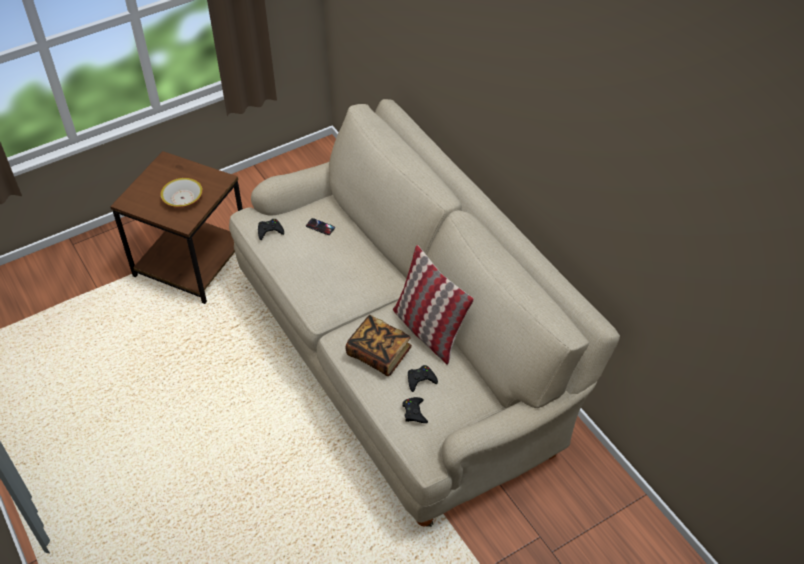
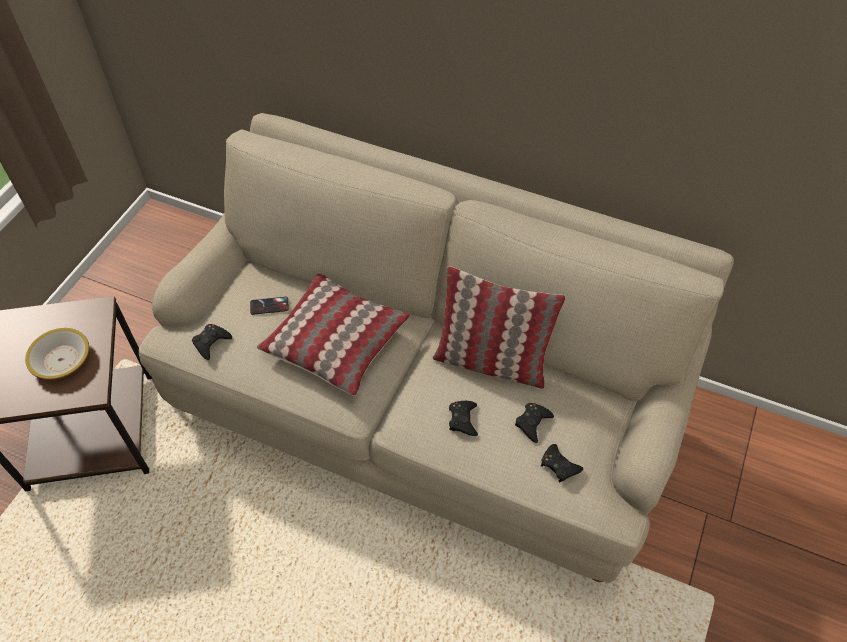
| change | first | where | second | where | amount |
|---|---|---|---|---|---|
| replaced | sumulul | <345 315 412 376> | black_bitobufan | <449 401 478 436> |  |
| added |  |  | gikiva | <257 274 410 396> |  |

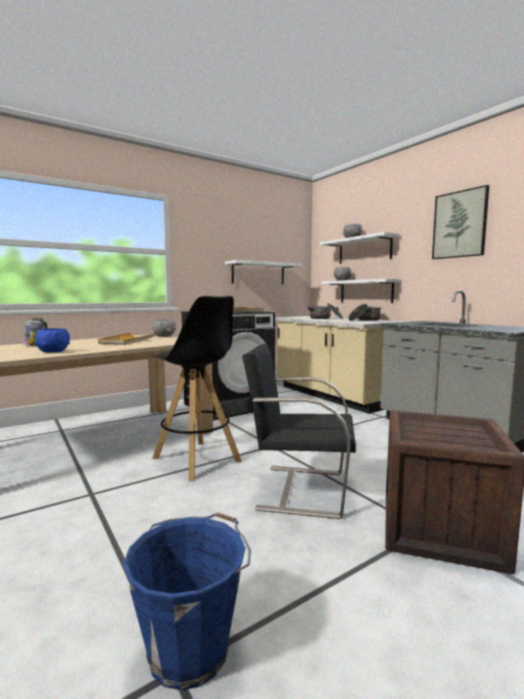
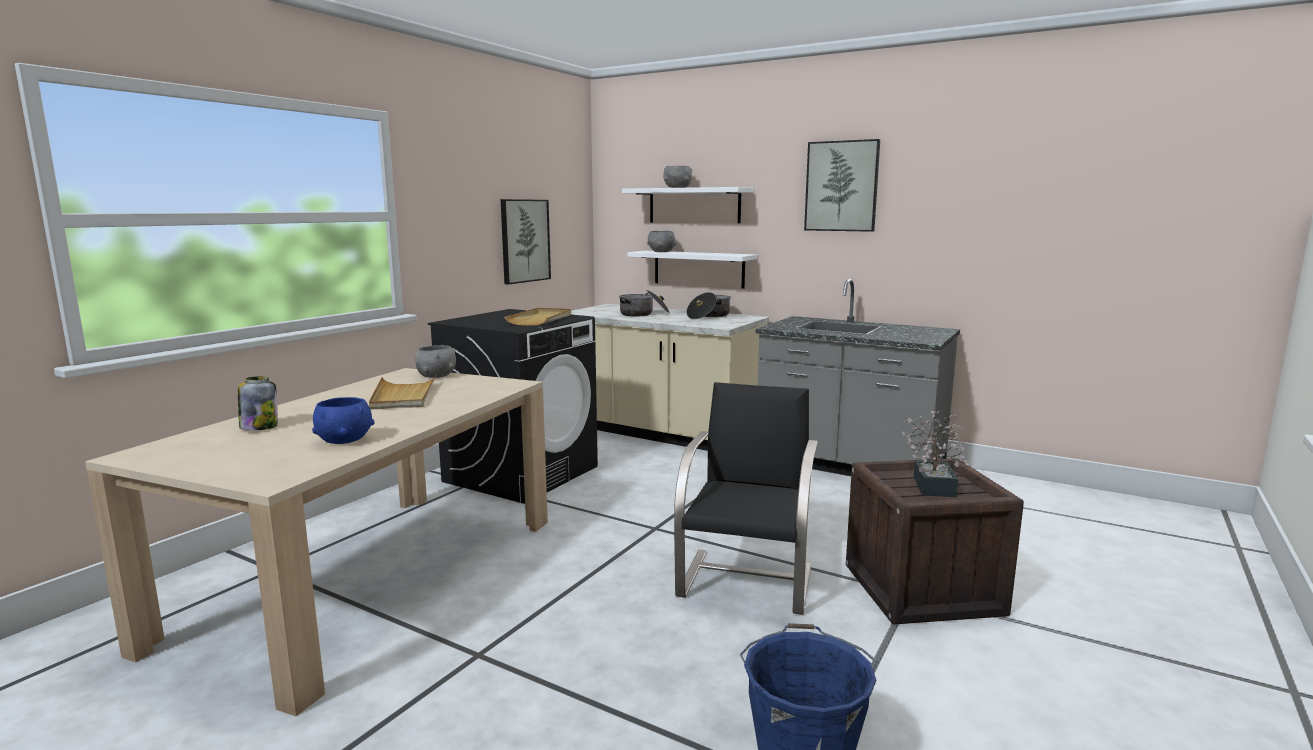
| change | first | where | second | where | amount |
|---|---|---|---|---|---|
| replaced | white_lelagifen | <225 260 302 285> | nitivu | <501 199 551 285> |  |
| removed | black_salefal | <152 296 242 481> |  |  |  |
| turned | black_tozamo | <242 344 356 519> |  | <674 382 818 615> | 120 degrees clockwise |
| added |  |  | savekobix | <902 411 969 497> |  |

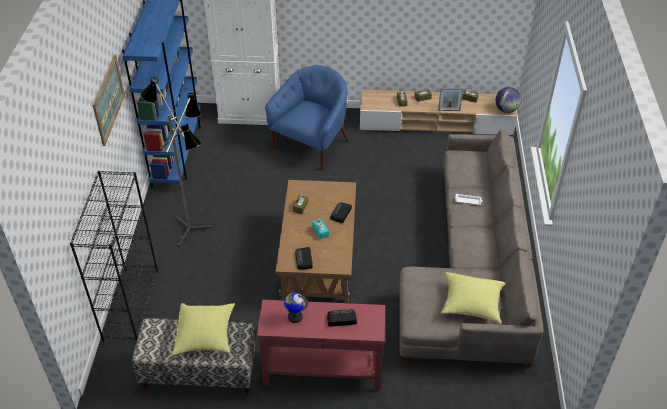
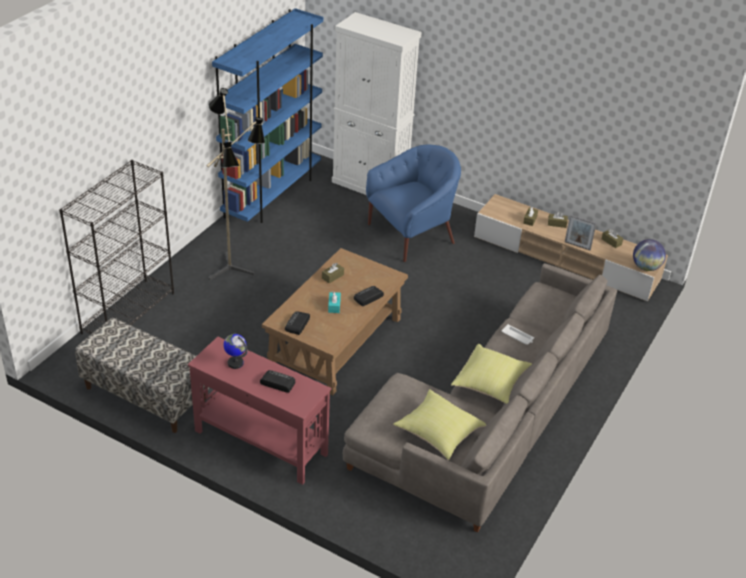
| change | first | where | second | where | amount |
|---|---|---|---|---|---|
| removed | nitivu | <92 55 125 146> |  |  |  |
| moved | yellow_gikiva | <172 303 235 355> |  | <451 344 532 404> |  |

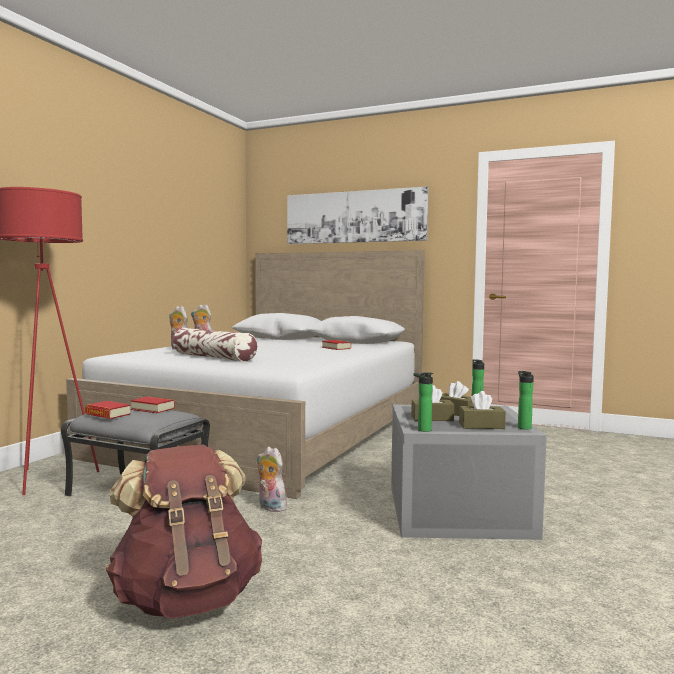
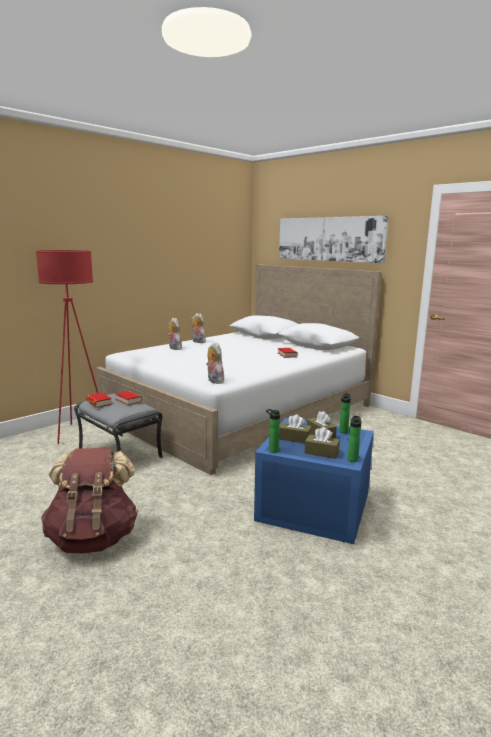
| change | first | where | second | where | amount |
|---|---|---|---|---|---|
| removed | gikiva | <173 328 257 362> |  |  |  |
| recoloured | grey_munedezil | <391 404 547 540> | blue_munedezil | <254 418 374 544> |  |
| moved | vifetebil | <257 447 287 512> |  | <206 342 224 384> |  |

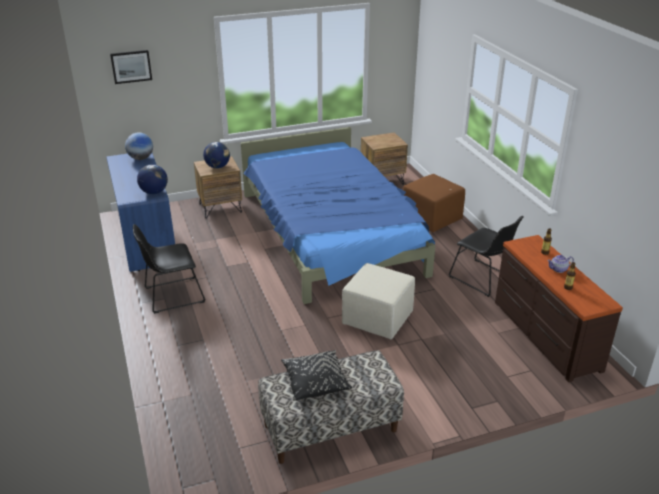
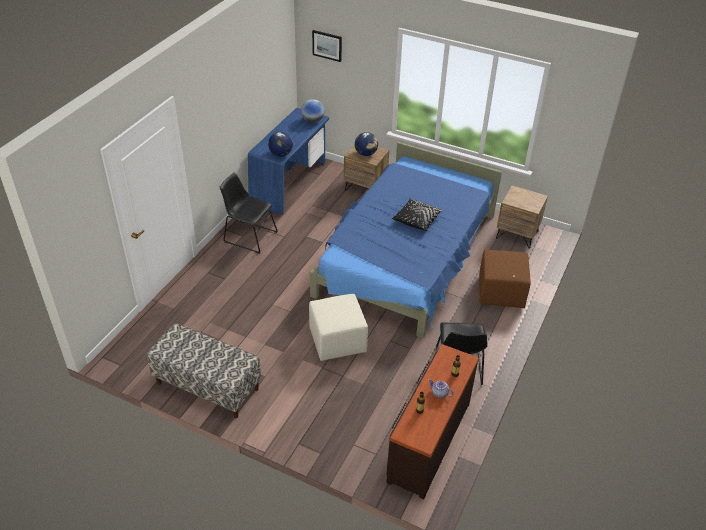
| change | first | where | second | where | amount |
|---|---|---|---|---|---|
| moved | black_gikiva | <281 350 352 400> |  | <392 198 443 231> |  |

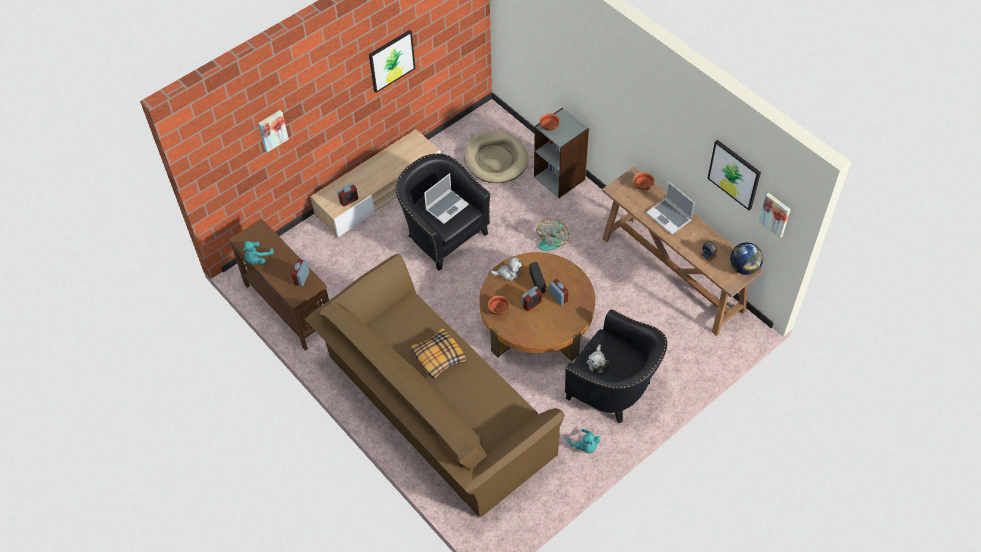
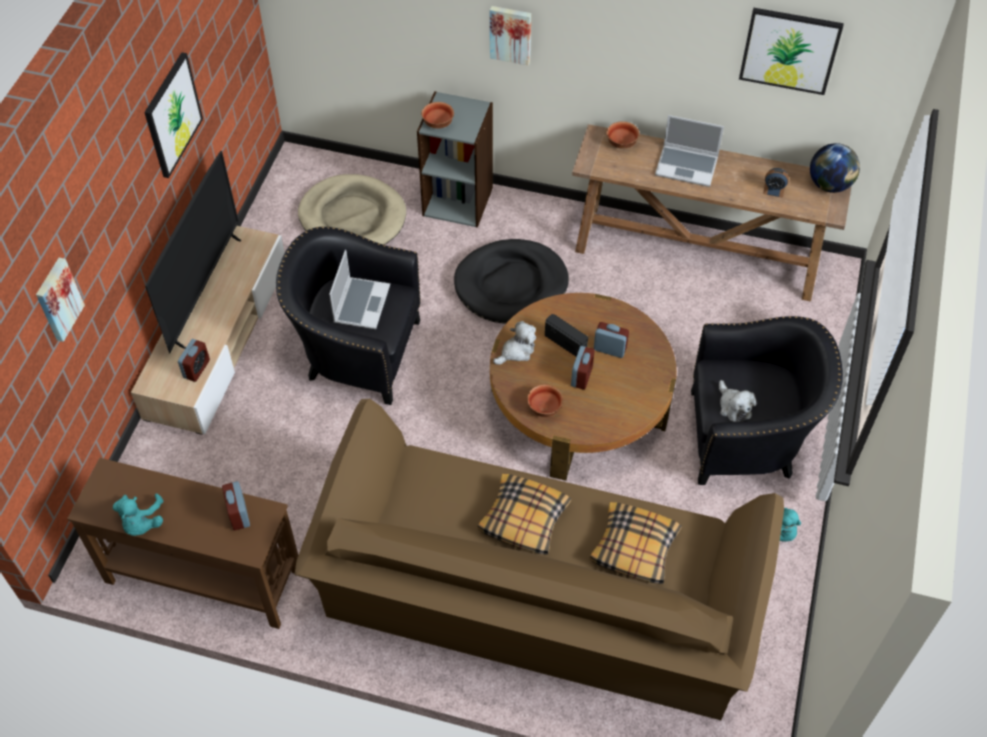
| change | first | where | second | where | amount |
|---|---|---|---|---|---|
| moved | nitivu | <759 193 791 238> |  | <490 6 531 66> |  |
| replaced | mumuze | <536 218 569 251> | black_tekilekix | <454 239 569 323> |  |
| added |  |  | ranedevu | <145 151 241 353> |  |
| added |  |  | gikiva | <589 502 682 584> |  |

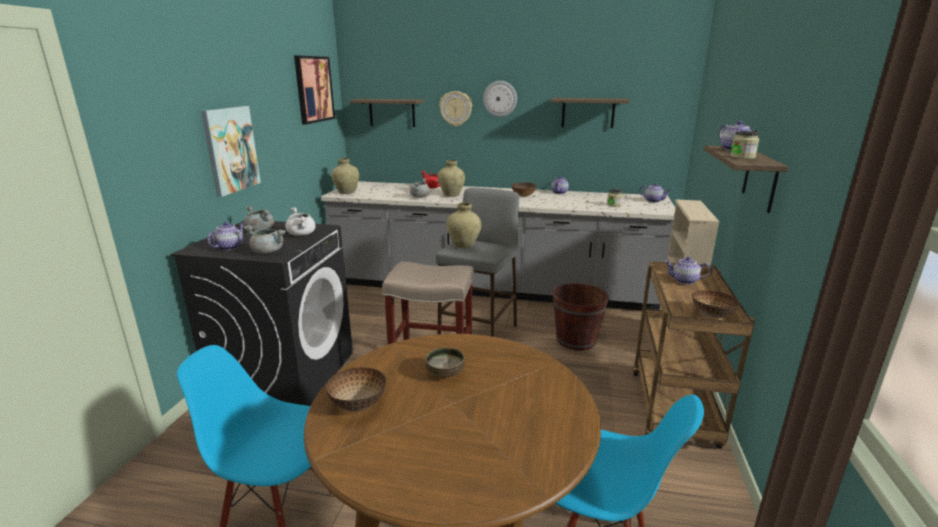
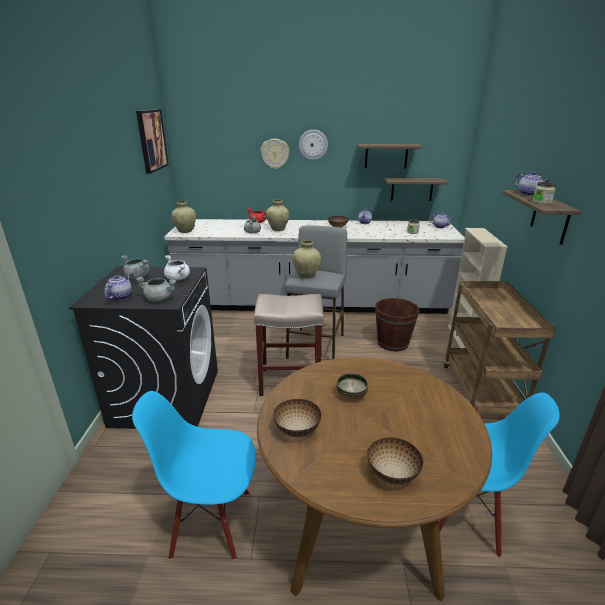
| change | first | where | second | where | amount |
|---|---|---|---|---|---|
| moved | lelagifen | <350 99 424 127> |  | <384 178 448 201> |  |
| removed | nitivu | <201 106 261 197> |  |  |  |
| removed | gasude | <664 257 711 285> |  |  |  |
| moved | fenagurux | <692 290 740 318> |  | <367 437 424 485> |  |

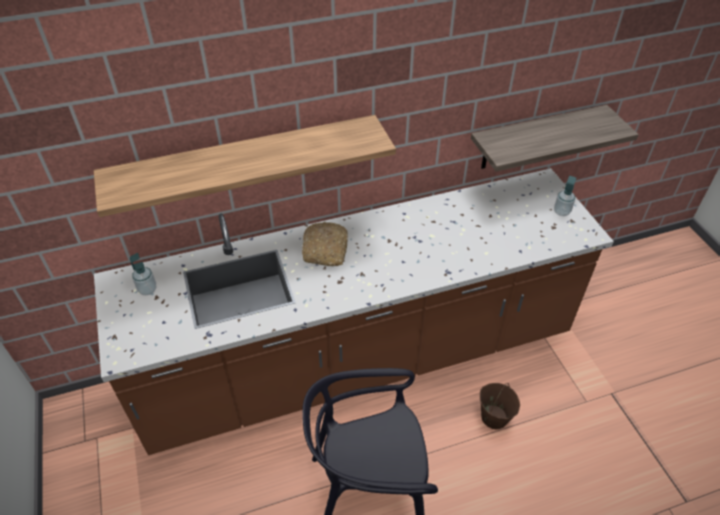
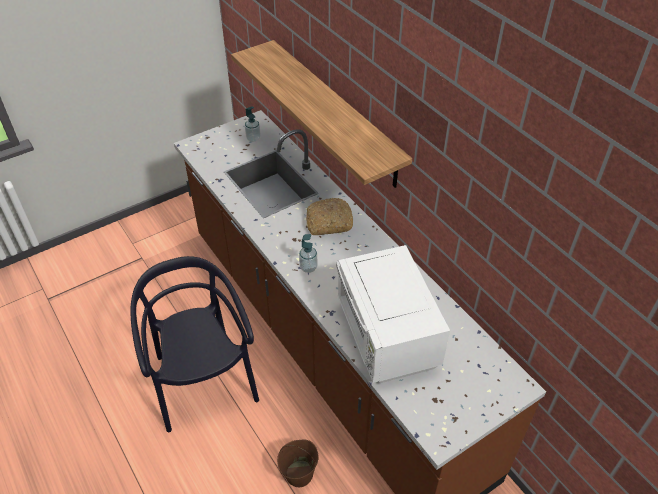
| change | first | where | second | where | amount |
|---|---|---|---|---|---|
| removed | lelagifen | <471 105 639 172> |  |  |  |
| moved | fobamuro | <554 176 577 216> |  | <299 234 317 273> |  |
| added |  |  | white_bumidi | <336 245 450 383> |  |

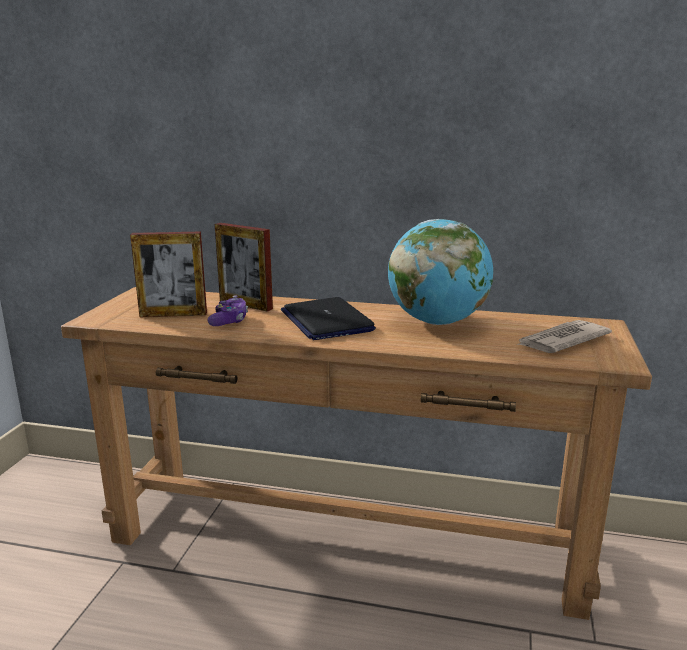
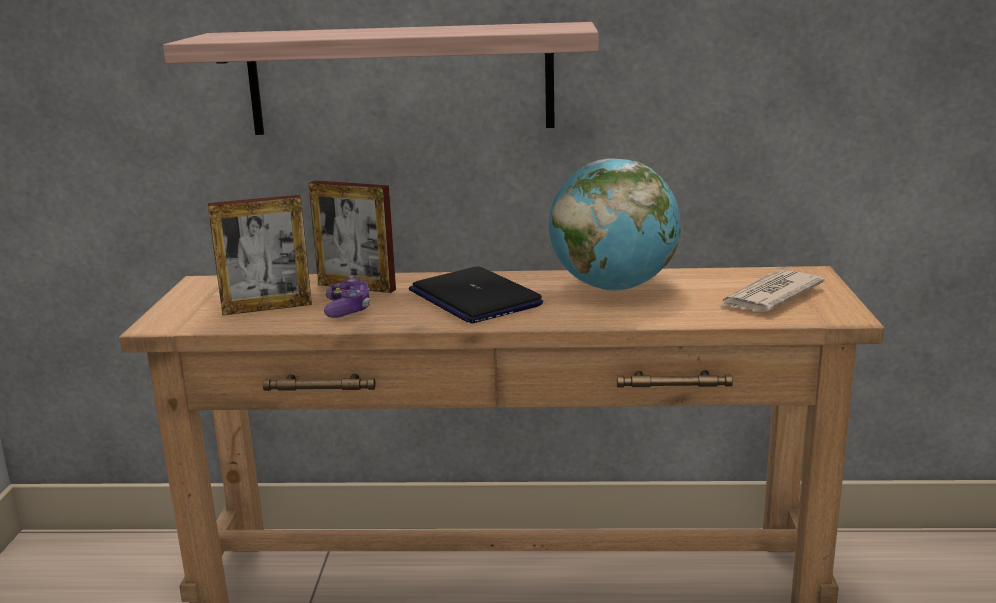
| change | first | where | second | where | amount |
|---|---|---|---|---|---|
| added |  |  | lelagifen | <163 22 599 135> |  |

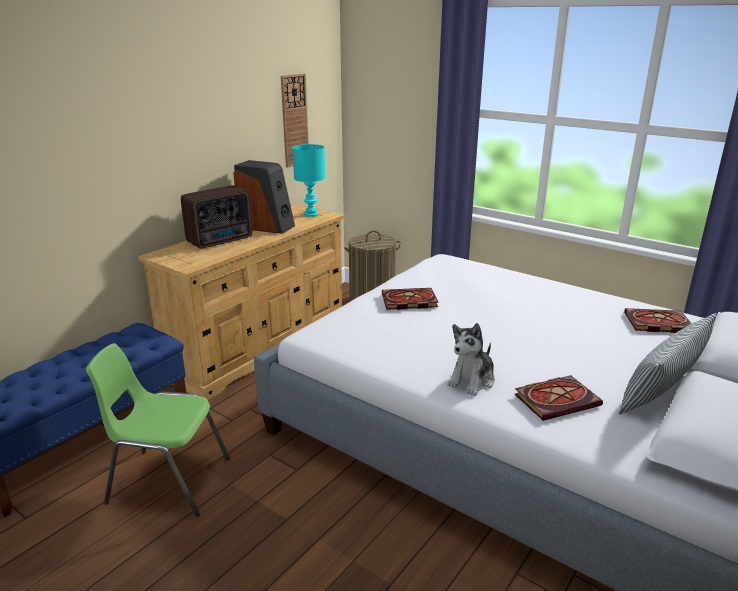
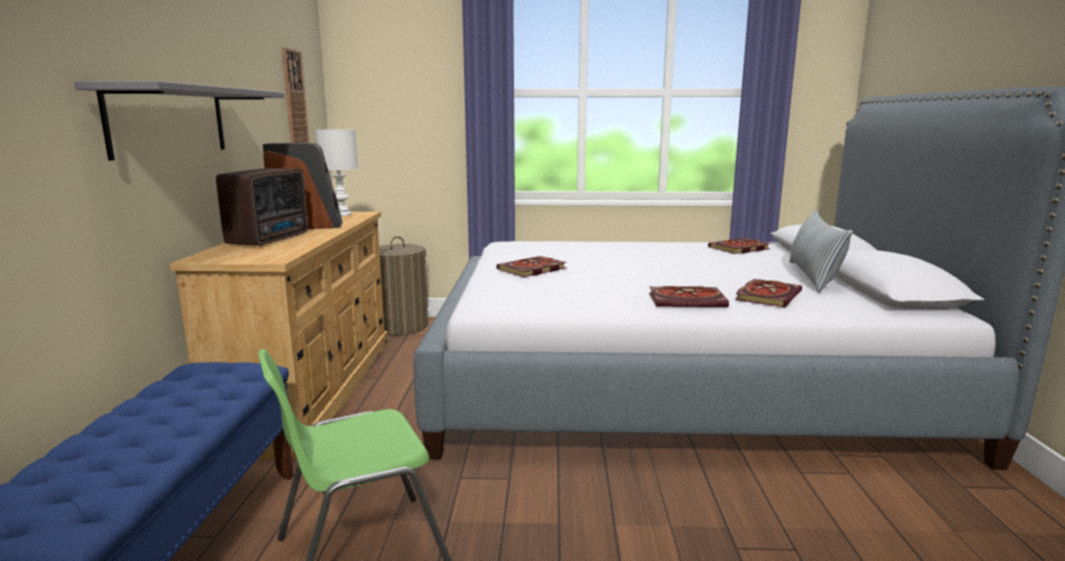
| change | first | where | second | where | amount |
|---|---|---|---|---|---|
| recoloured | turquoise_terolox | <292 144 325 217> | white_terolox | <315 129 358 216> |  |
| replaced | vifetebil | <447 323 495 396> | sumulul | <649 286 729 307> |  |
| added |  |  | grey_lelagifen | <74 81 285 161> |  |

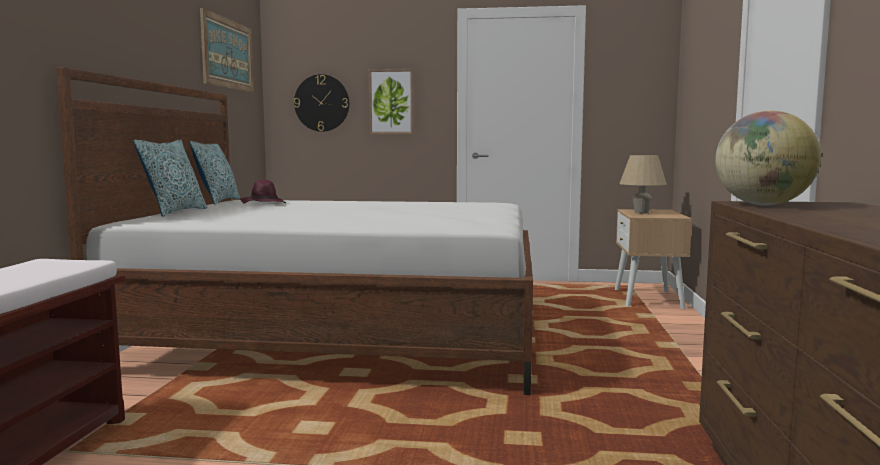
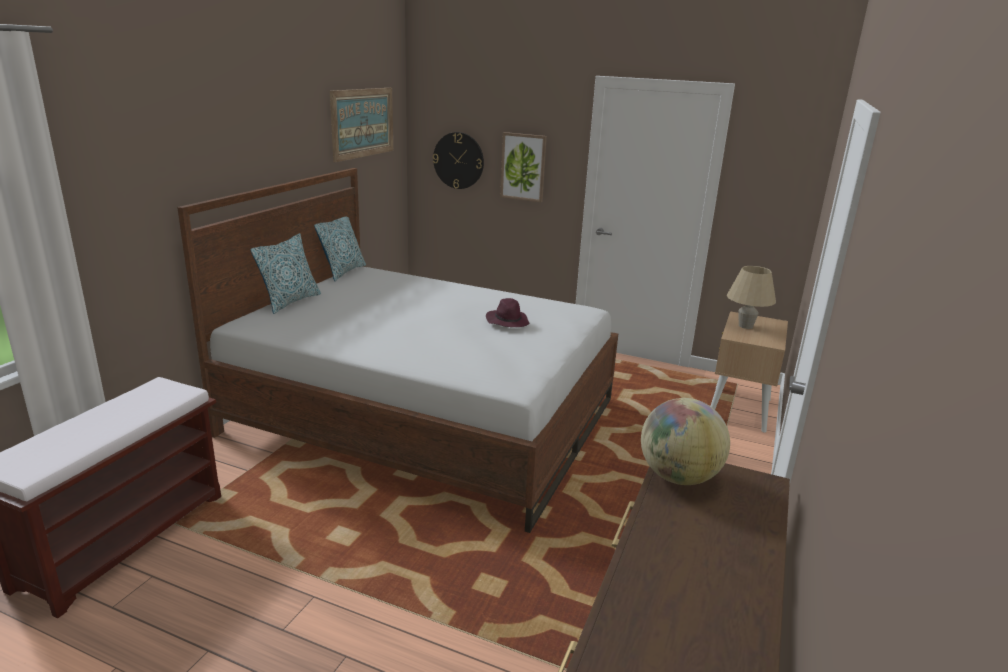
| change | first | where | second | where | amount |
|---|---|---|---|---|---|
| moved | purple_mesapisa | <240 180 286 204> |  | <486 298 529 327> |  |

